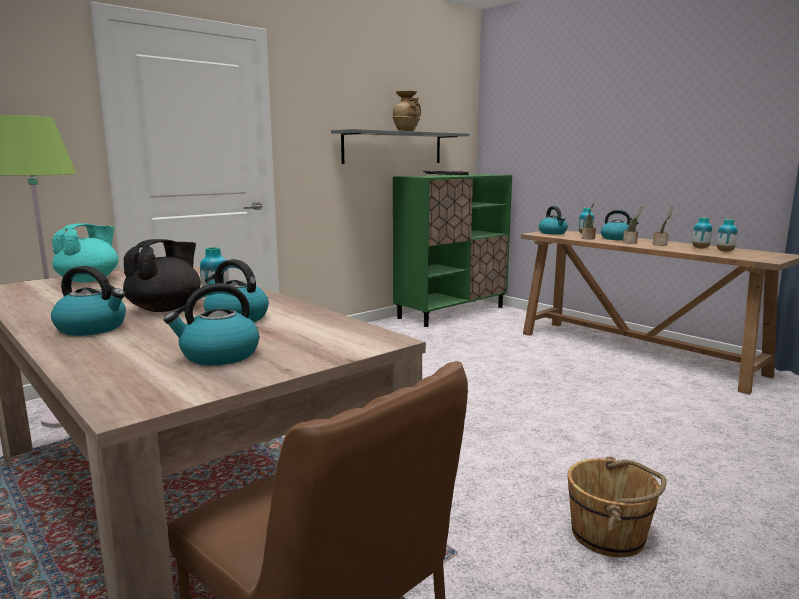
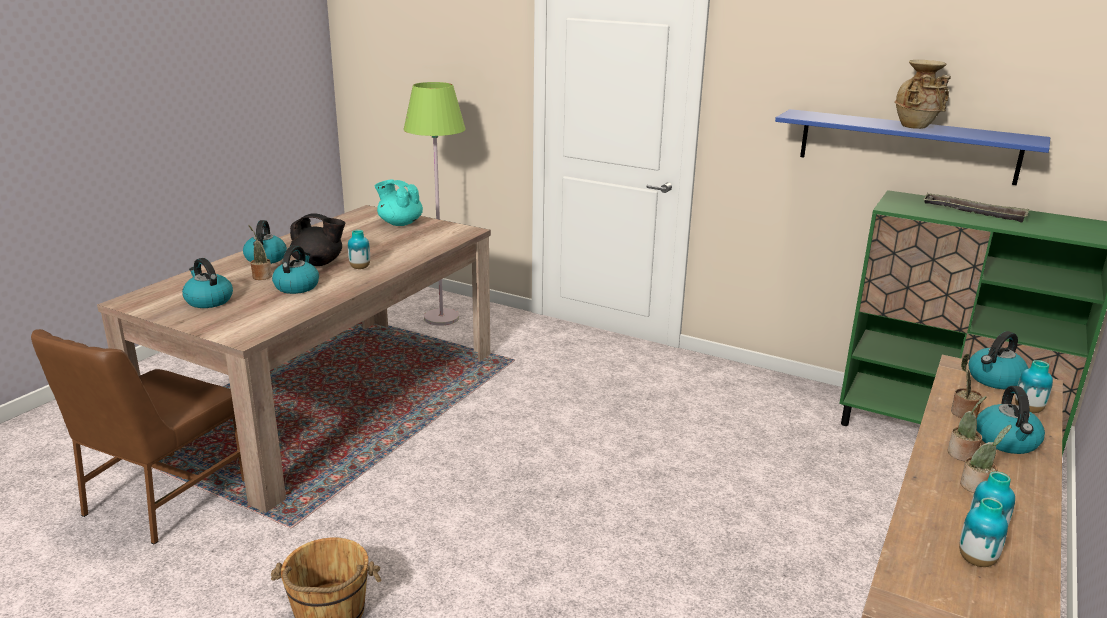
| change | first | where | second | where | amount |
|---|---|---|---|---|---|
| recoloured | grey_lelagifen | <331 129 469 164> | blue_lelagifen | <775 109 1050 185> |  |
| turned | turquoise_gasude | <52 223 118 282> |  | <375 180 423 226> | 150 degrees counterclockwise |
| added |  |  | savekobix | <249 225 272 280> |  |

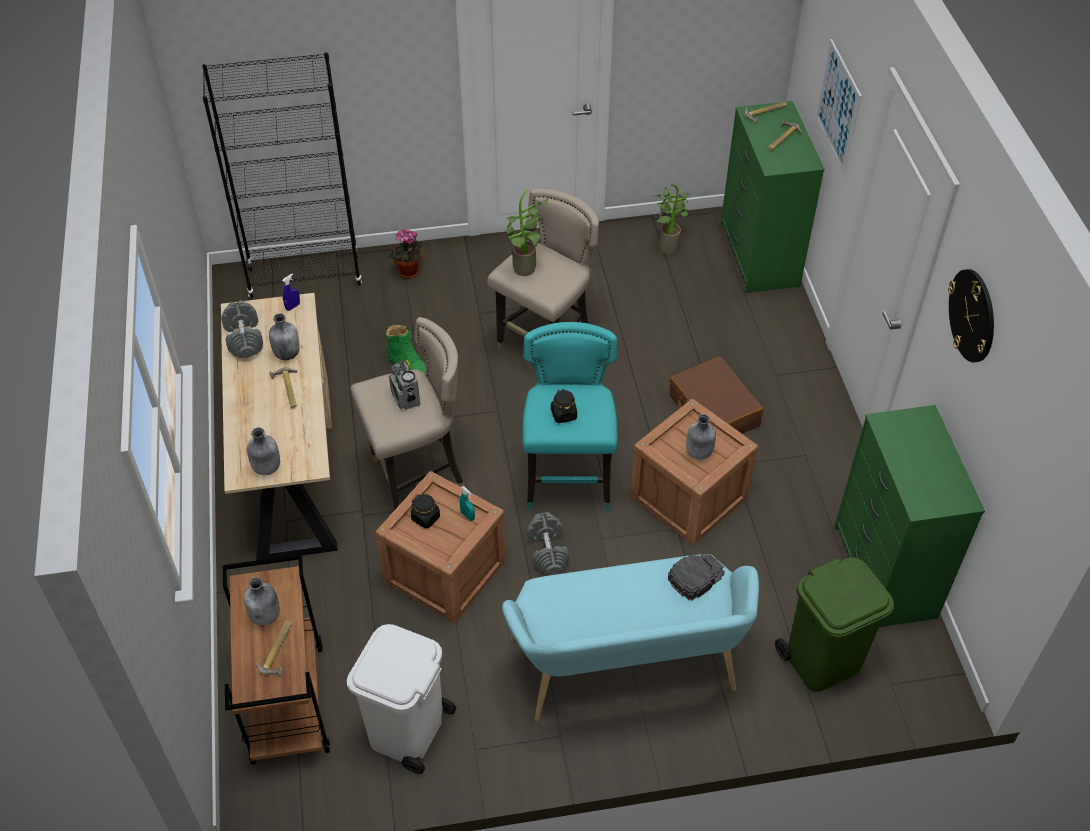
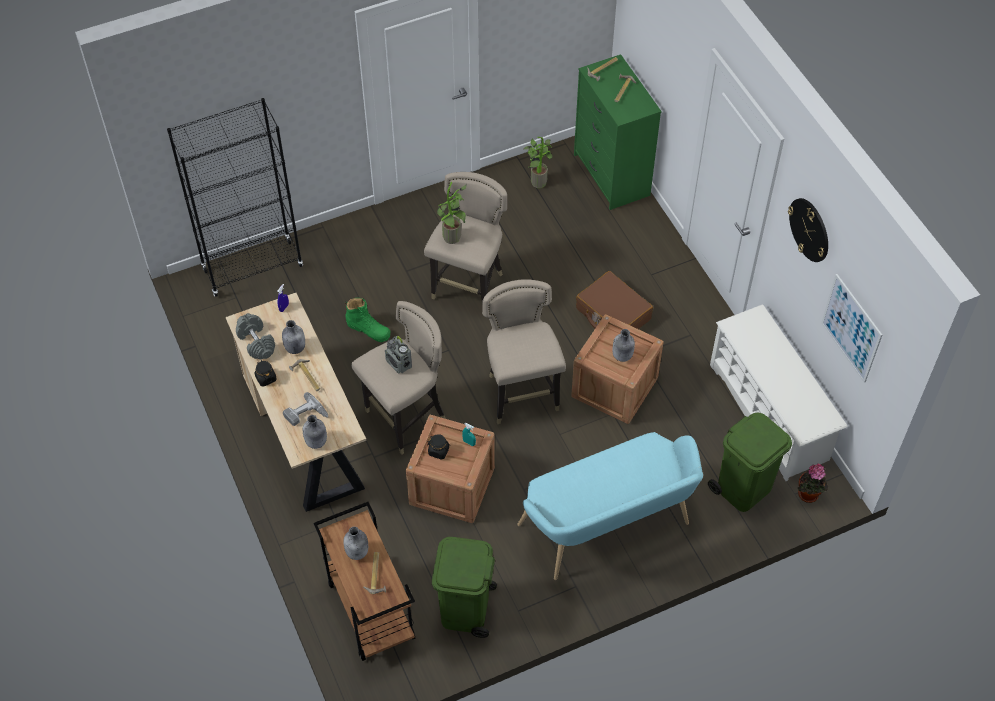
| change | first | where | second | where | amount |
|---|---|---|---|---|---|
| moved | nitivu | <816 39 862 173> |  | <821 274 882 383> |  |
| moved | savekobix | <388 229 424 278> |  | <798 464 828 503> |  |
| recoloured | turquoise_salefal | <522 322 618 510> | beige_salefal | <482 279 566 424> |  |
| moved | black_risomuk | <551 389 577 423> |  | <254 360 277 387> |  |
| replaced | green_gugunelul | <834 405 985 627> | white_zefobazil | <710 304 847 481> |  |
| removed | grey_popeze | <527 512 569 575> |  |  |  |
| removed | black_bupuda | <668 554 725 601> |  |  |  |
| recoloured | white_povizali | <347 624 456 774> | green_povizali | <432 537 497 638> |  |
| added |  |  | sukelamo | <283 392 328 426> |  |

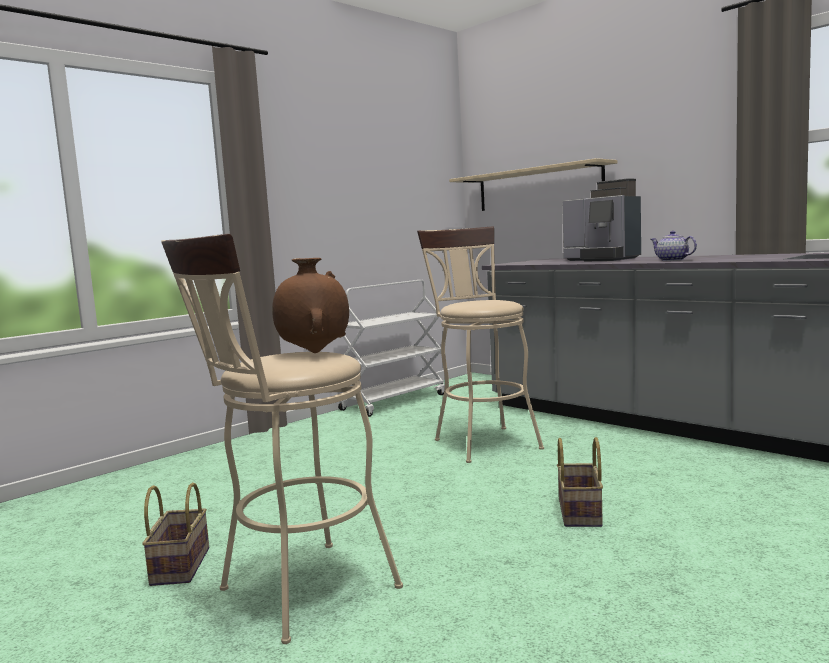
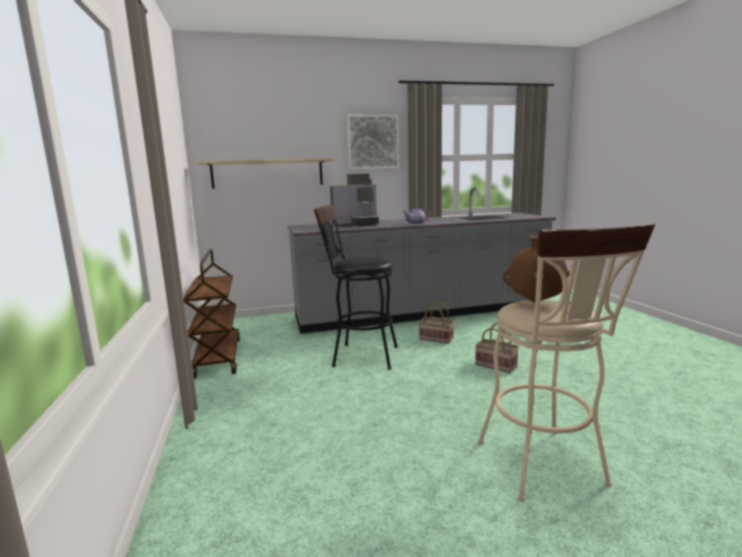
| change | first | where | second | where | amount |
|---|---|---|---|---|---|
| recoloured | beige_salefal | <417 226 544 463> | black_salefal | <314 205 398 370> |  |
| recoloured | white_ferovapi | <338 280 445 417> | brown_ferovapi | <183 249 240 379> |  |
| moved | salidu | <142 482 209 586> |  | <419 302 454 344> |  |
| added |  |  | nitivu | <347 115 399 170> |  |

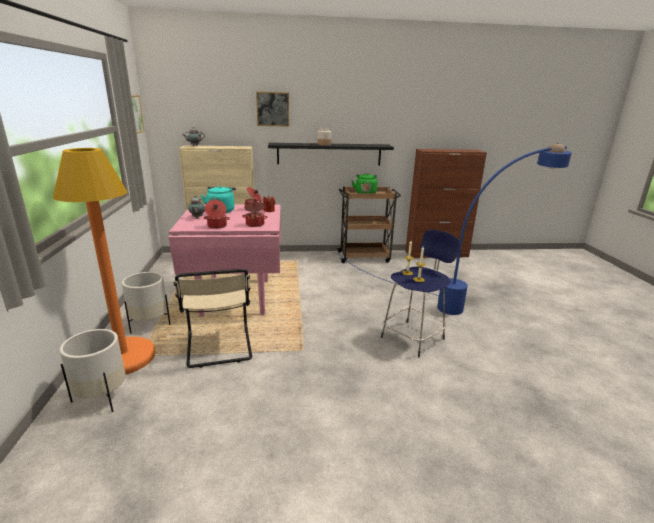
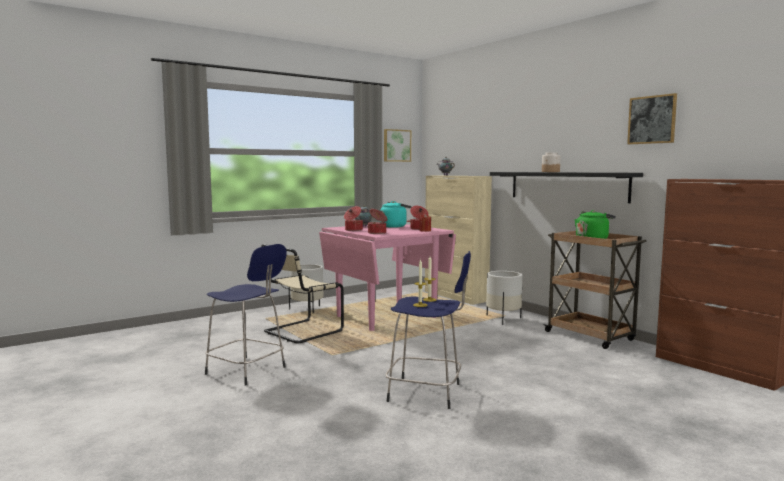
| change | first | where | second | where | amount |
|---|---|---|---|---|---|
| moved | nitivu | <256 92 289 127> |  | <627 93 677 144> |  |
| removed | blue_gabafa | <337 143 572 315> |  |  |  |
| removed | orange_gabafa | <53 148 155 374> |  |  |  |
| moved | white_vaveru | <60 329 126 412> |  | <486 271 522 325> |  |
| added |  |  | blue_salefal | <205 244 287 386> |  |

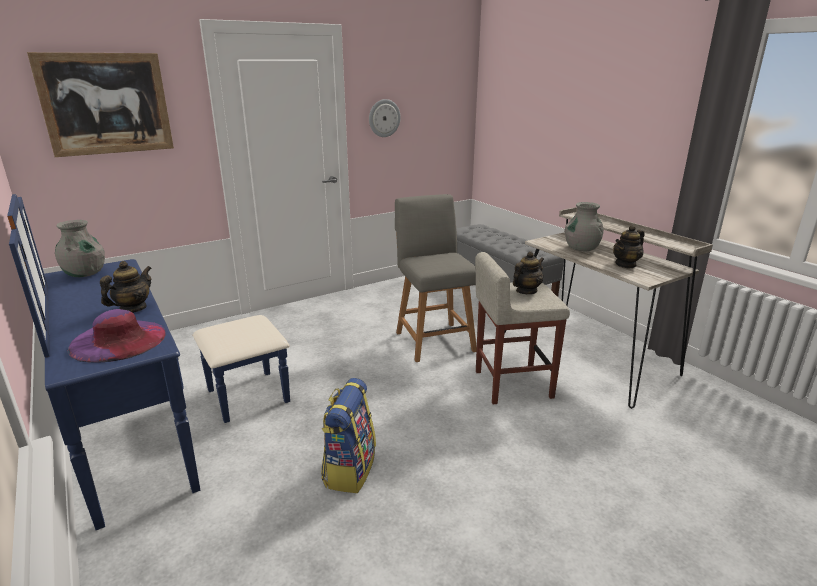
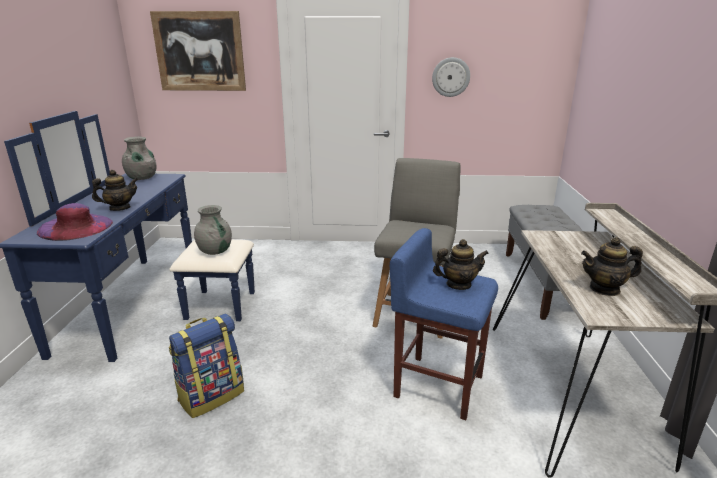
| change | first | where | second | where | amount |
|---|---|---|---|---|---|
| moved | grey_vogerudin | <564 202 604 251> |  | <194 205 232 255> |  |
| recoloured | beige_salefal | <475 252 570 404> | blue_salefal | <390 228 498 420> |  |

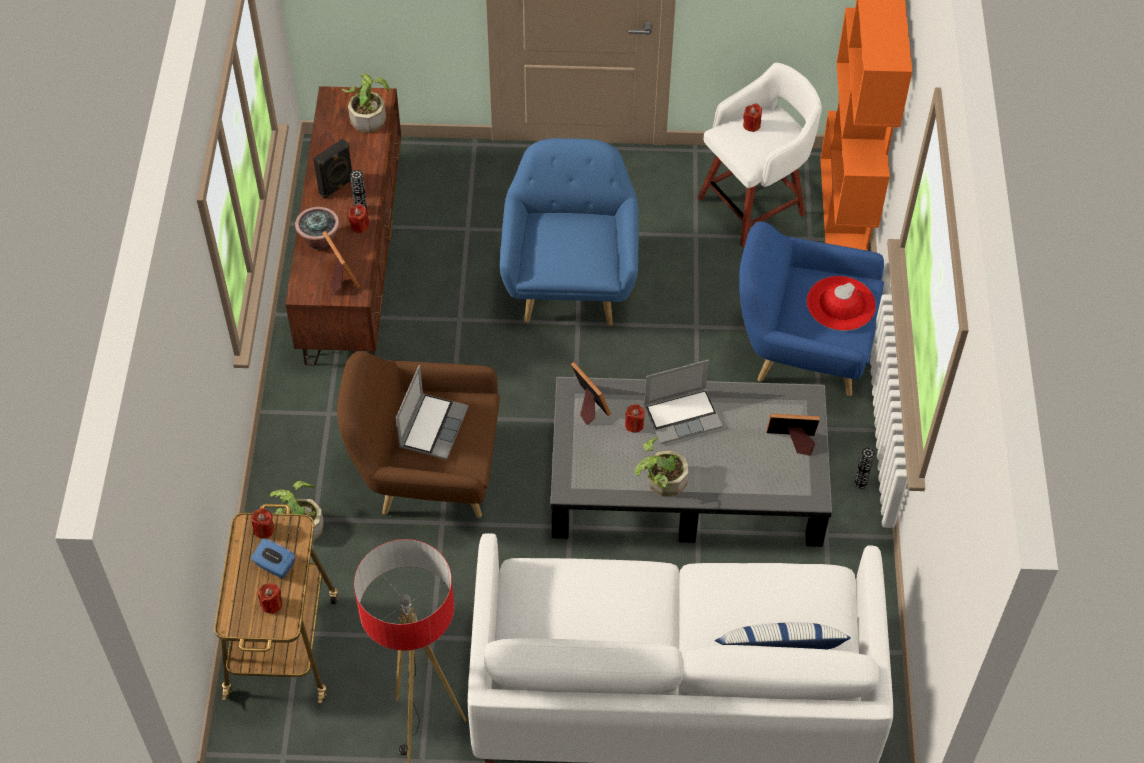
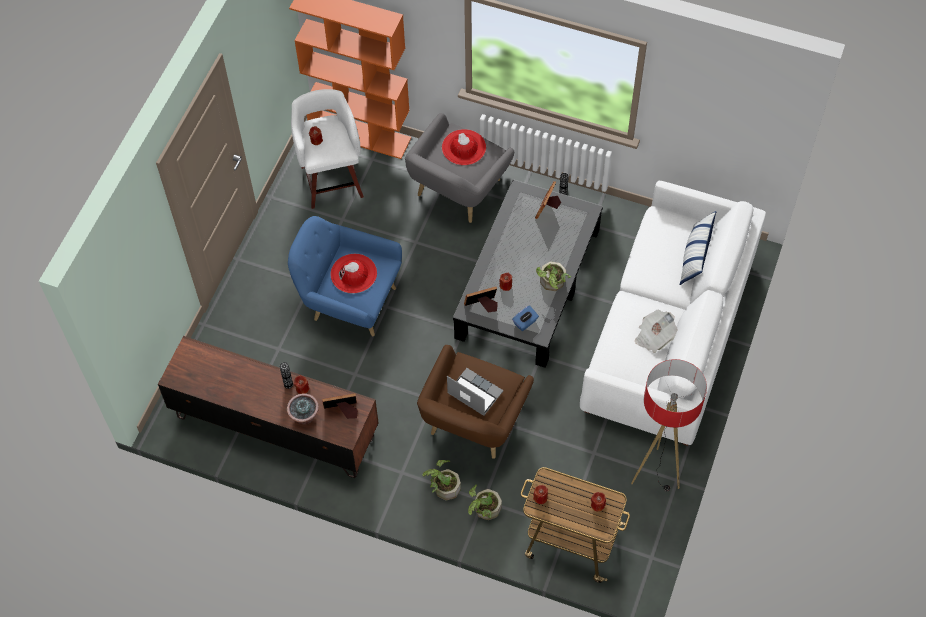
| change | first | where | second | where | amount |
|---|---|---|---|---|---|
| moved | savekobix | <342 73 390 133> |  | <422 460 461 500> |  |
| removed | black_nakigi | <313 139 352 199> |  |  |  |
| recoloured | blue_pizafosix | <739 221 884 396> | grey_pizafosix | <405 113 514 223> |  |
| removed | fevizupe | <644 360 723 444> |  |  |  |
| moved | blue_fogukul | <251 538 296 578> |  | <512 306 539 331> |  |
| added |  |  | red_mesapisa | <330 254 377 294> |  |
| added |  |  | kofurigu | <635 310 678 353> |  |

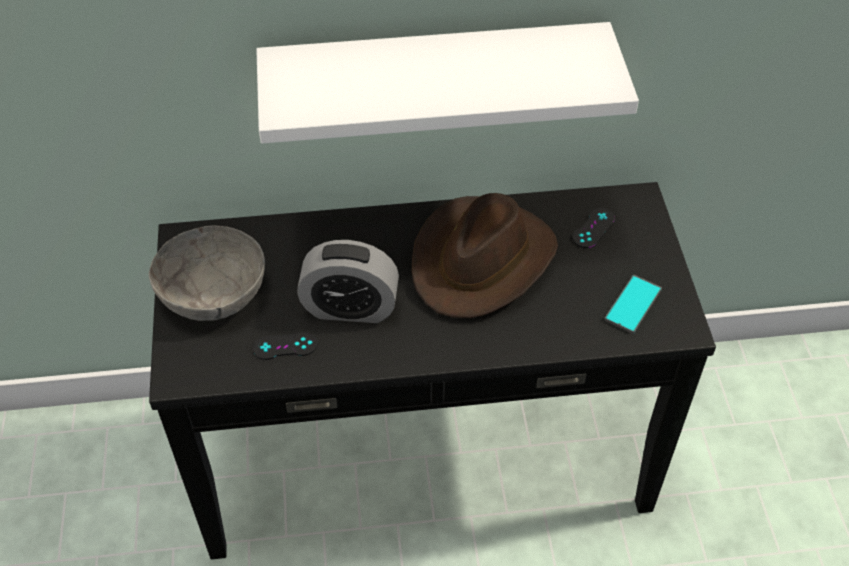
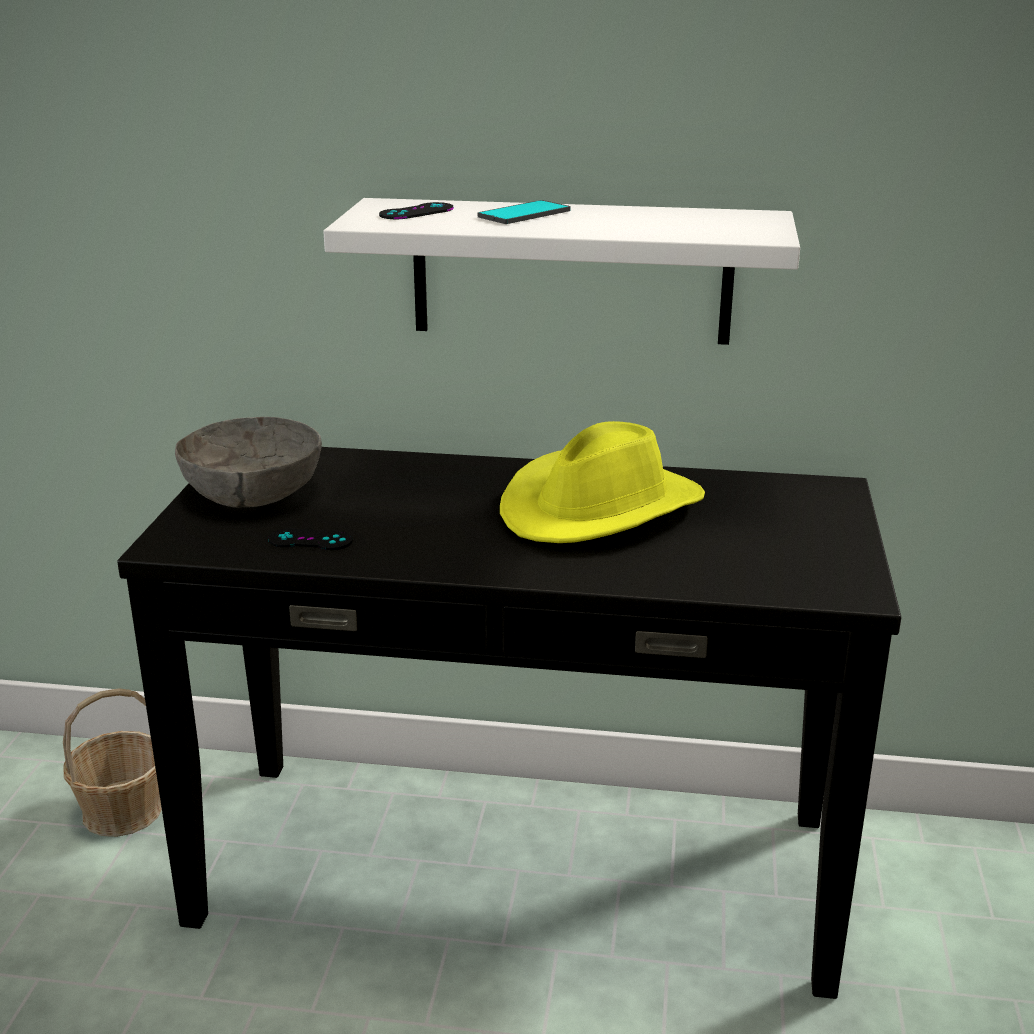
| change | first | where | second | where | amount |
|---|---|---|---|---|---|
| recoloured | brown_mesapisa | <412 193 558 318> | yellow_mesapisa | <500 421 705 543> |  |
| moved | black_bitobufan | <572 208 615 248> |  | <379 202 454 219> |  |
| removed | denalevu | <297 240 399 323> |  |  |  |
| moved | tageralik | <604 275 662 334> |  | <478 200 571 224> |  |
| added |  |  | salidu | <63 688 162 837> |  |

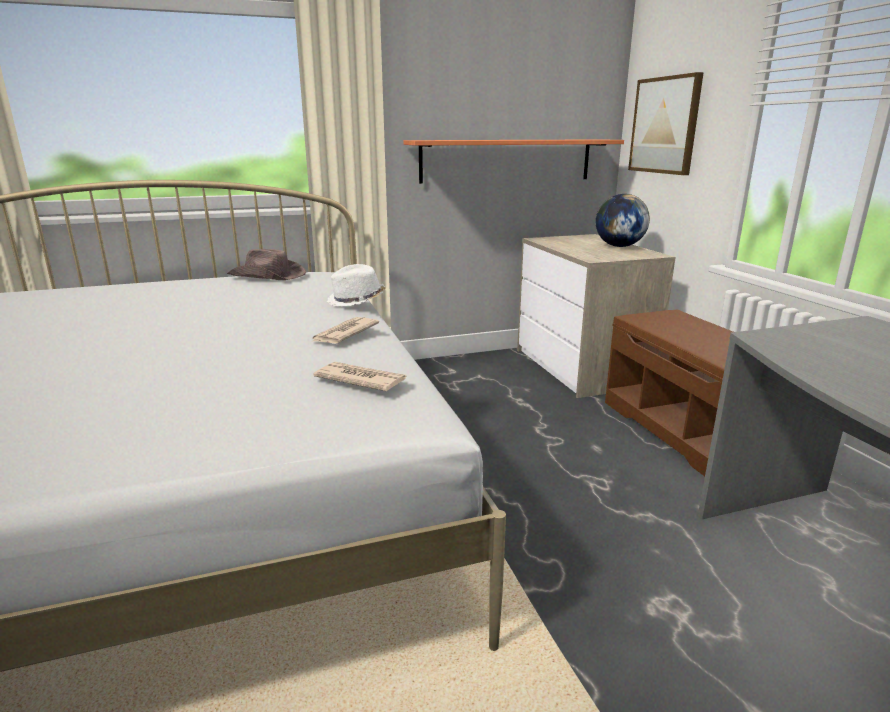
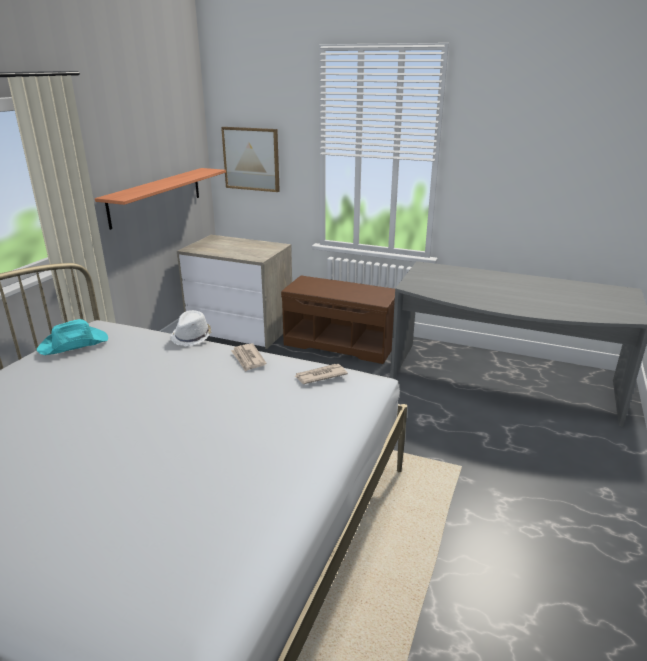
| change | first | where | second | where | amount |
|---|---|---|---|---|---|
| removed | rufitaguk | <596 194 650 247> |  |  |  |
| recoloured | brown_mesapisa | <227 249 306 280> | turquoise_mesapisa | <37 319 108 355> |  |

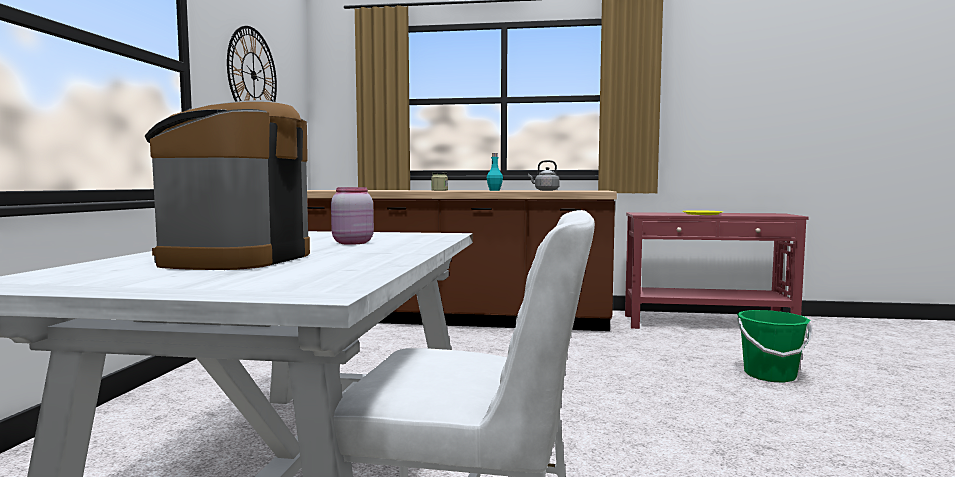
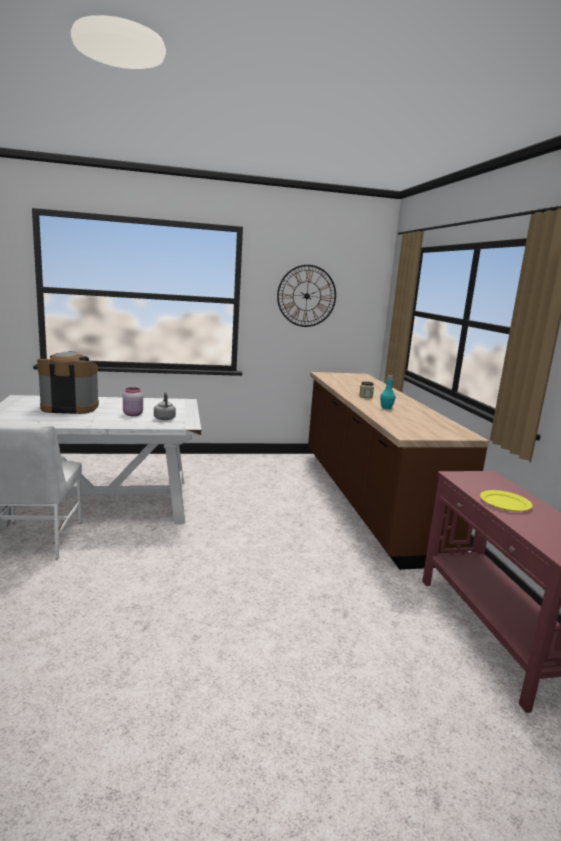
| change | first | where | second | where | amount |
|---|---|---|---|---|---|
| moved | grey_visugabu | <528 160 560 191> |  | <154 392 176 420> |  |
| removed | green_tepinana | <737 310 812 383> |  |  |  |

